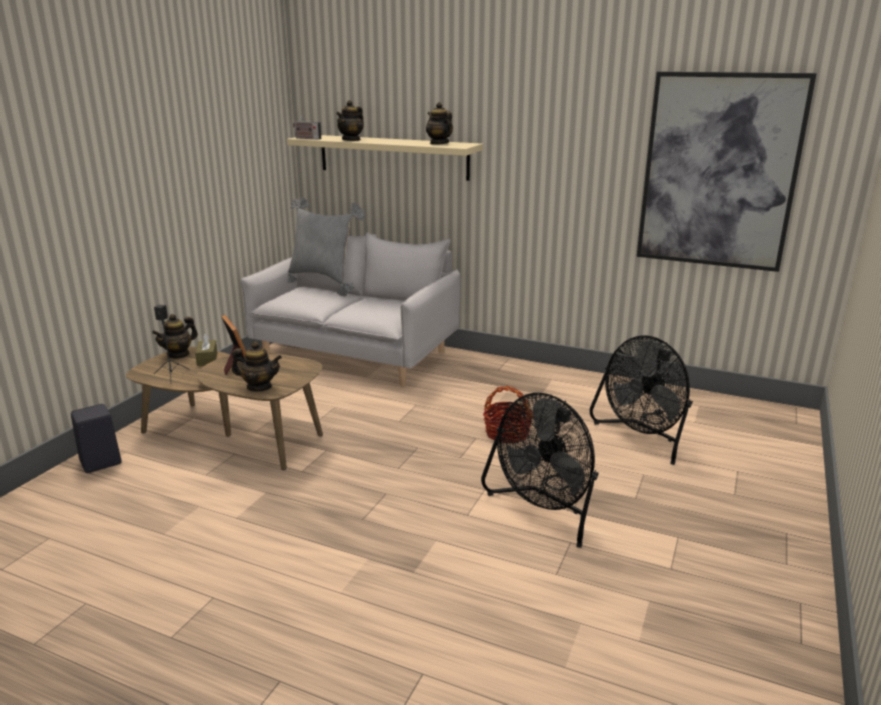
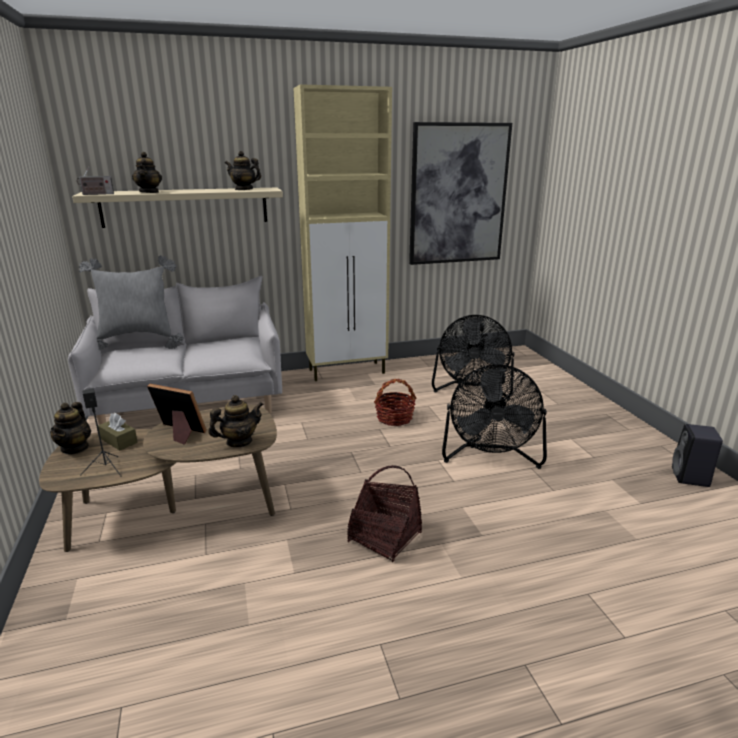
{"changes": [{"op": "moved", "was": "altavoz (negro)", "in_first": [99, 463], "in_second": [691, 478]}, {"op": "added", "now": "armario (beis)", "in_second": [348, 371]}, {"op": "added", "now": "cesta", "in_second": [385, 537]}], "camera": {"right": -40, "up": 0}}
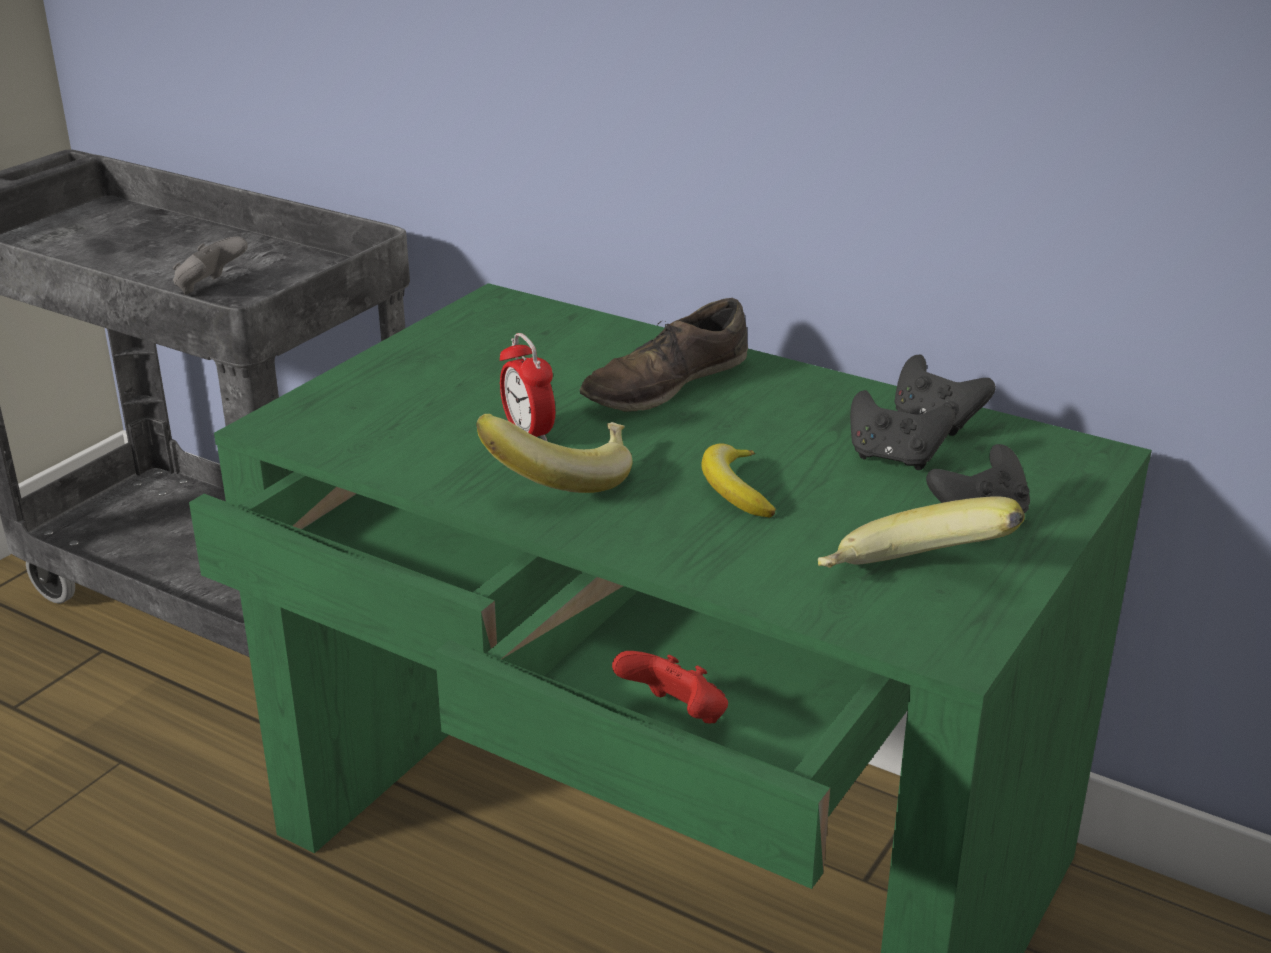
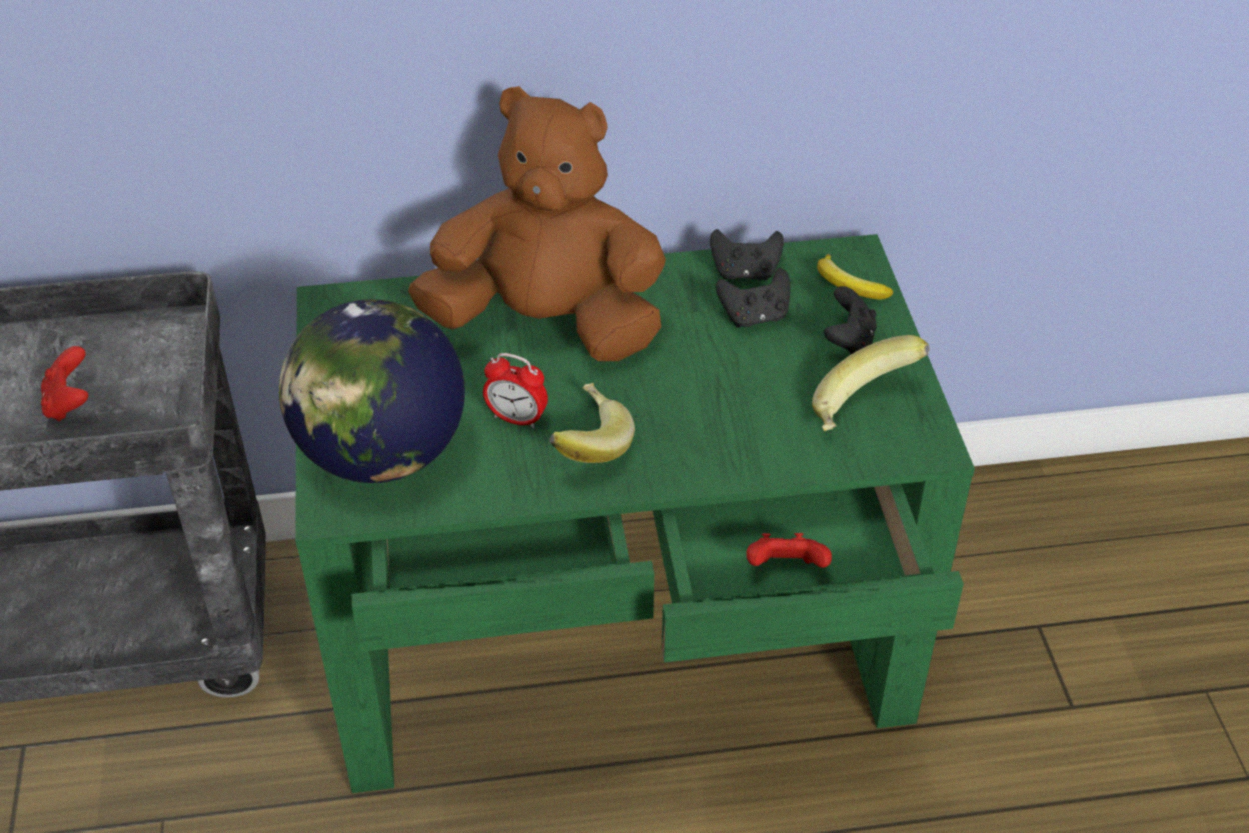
{"changes": [{"op": "recoloured", "was": "mando de consola (gris)", "now": "mando de consola (rojo)", "in_first": [210, 288], "in_second": [70, 403]}, {"op": "replaced", "was": "zapato (marrón)", "now": "peluche (marrón)", "in_first": [665, 383], "in_second": [548, 324]}, {"op": "moved", "was": "plátano", "in_first": [735, 489], "in_second": [848, 286]}, {"op": "added", "now": "globo terráqueo", "in_second": [383, 455]}], "camera": {"right": -40, "up": 15}}
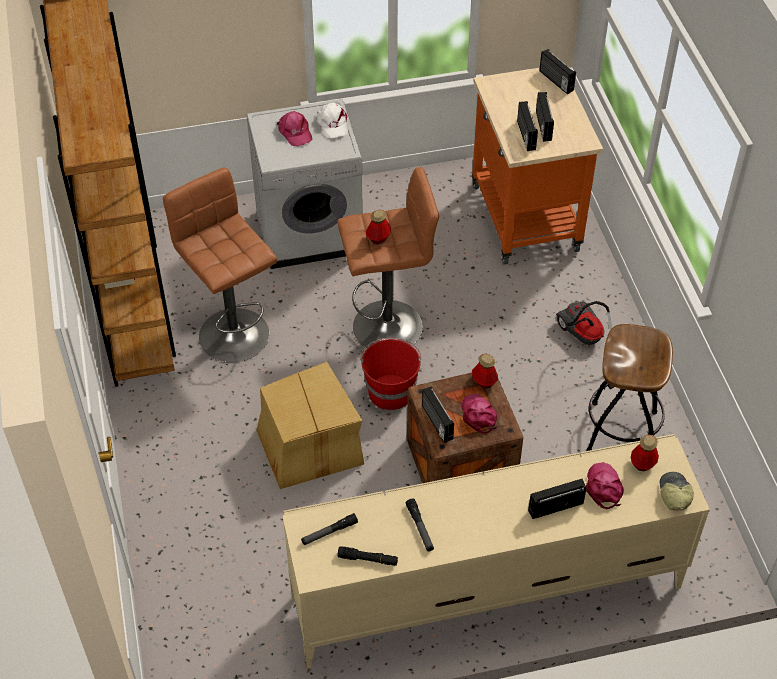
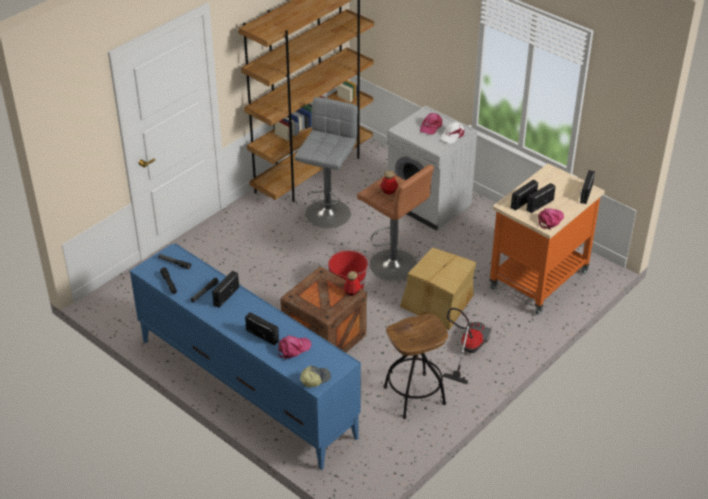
{"changes": [{"op": "recoloured", "was": "taburete (marrón)", "now": "taburete (gris)", "in_first": [234, 334], "in_second": [328, 214]}, {"op": "moved", "was": "caja de cartón", "in_first": [309, 446], "in_second": [438, 303]}, {"op": "moved", "was": "radio", "in_first": [436, 423], "in_second": [225, 296]}, {"op": "moved", "was": "gorra (rosa)", "in_first": [478, 415], "in_second": [550, 220]}, {"op": "recoloured", "was": "armario (beis)", "now": "armario (azul)", "in_first": [485, 594], "in_second": [245, 388]}, {"op": "removed", "was": "botella", "in_first": [642, 463]}], "camera": {"right": 55, "up": -10}}
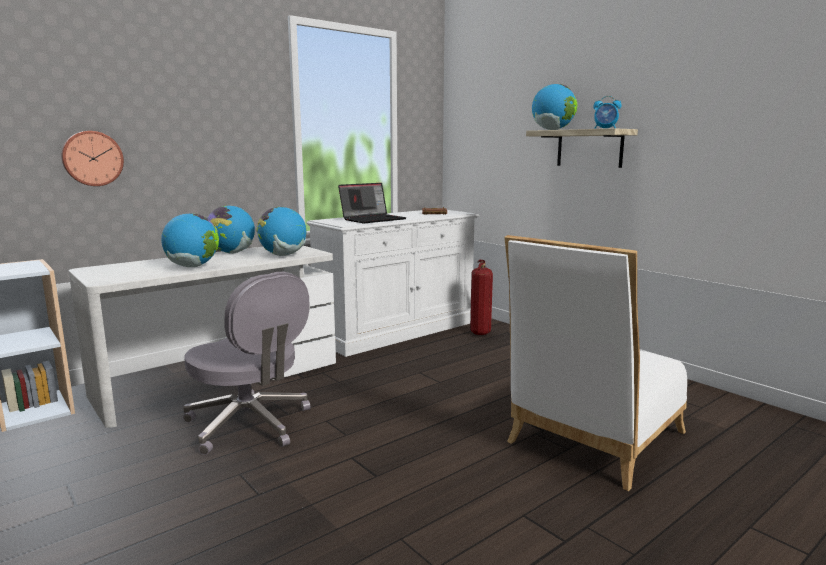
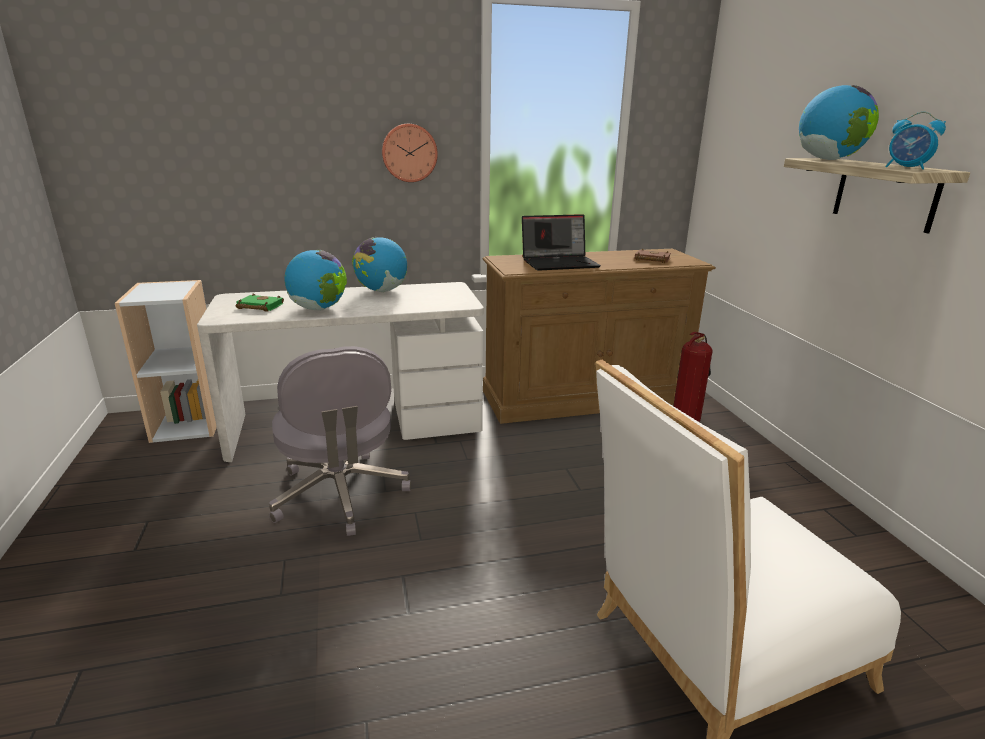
{"changes": [{"op": "moved", "was": "reloj de pared", "in_first": [92, 158], "in_second": [409, 153]}, {"op": "removed", "was": "globo terráqueo", "in_first": [283, 255]}, {"op": "recoloured", "was": "armario (blanco)", "now": "armario (marrón)", "in_first": [398, 330], "in_second": [586, 397]}, {"op": "added", "now": "libro (verde)", "in_second": [258, 307]}], "camera": {"right": 25, "up": 10}}
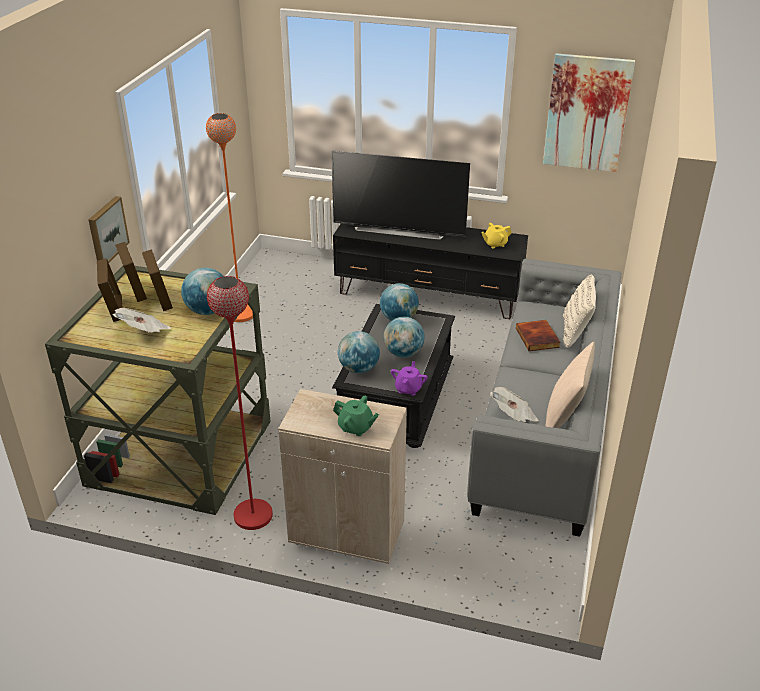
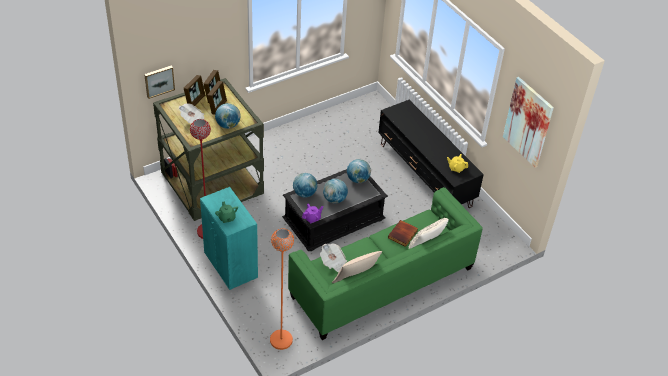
{"changes": [{"op": "moved", "was": "lámpara de pie (naranja)", "in_first": [241, 314], "in_second": [281, 340]}, {"op": "removed", "was": "televisor", "in_first": [399, 229]}, {"op": "moved", "was": "cuadro", "in_first": [106, 231], "in_second": [159, 81]}, {"op": "recoloured", "was": "sofá (gris)", "now": "sofá (verde)", "in_first": [544, 424], "in_second": [382, 282]}, {"op": "recoloured", "was": "armario (beis)", "now": "armario (turquesa)", "in_first": [345, 537], "in_second": [230, 267]}], "camera": {"right": 40, "up": 10}}
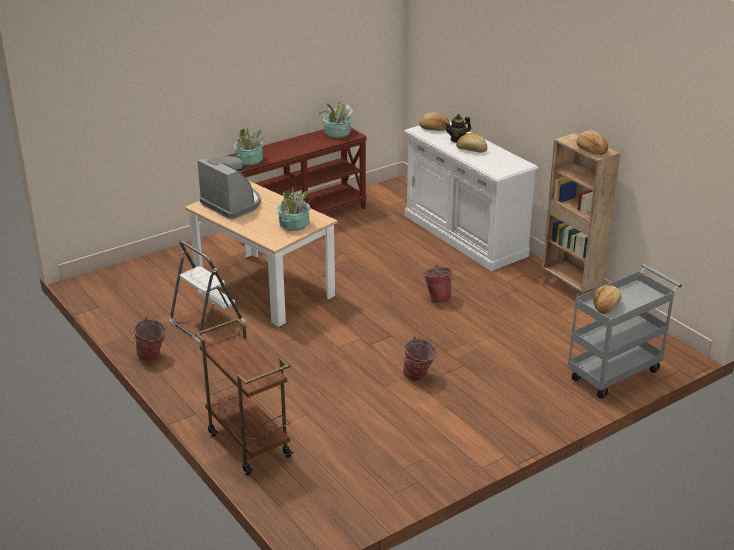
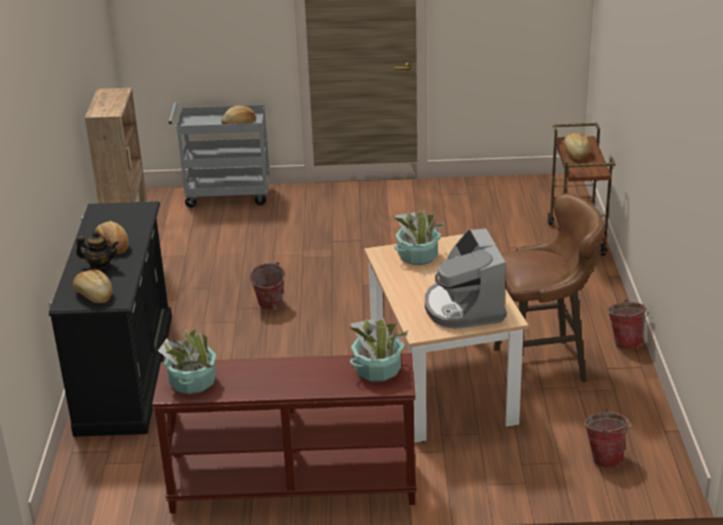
{"changes": [{"op": "recoloured", "was": "armario (blanco)", "now": "armario (negro)", "in_first": [465, 235], "in_second": [126, 372]}, {"op": "moved", "was": "pan", "in_first": [591, 150], "in_second": [575, 153]}, {"op": "replaced", "was": "escalera de tijera (blanco)", "now": "taburete (marrón)", "in_first": [204, 322], "in_second": [543, 364]}, {"op": "moved", "was": "cubo", "in_first": [418, 377], "in_second": [604, 457]}], "camera": {"right": -145, "up": 0}}
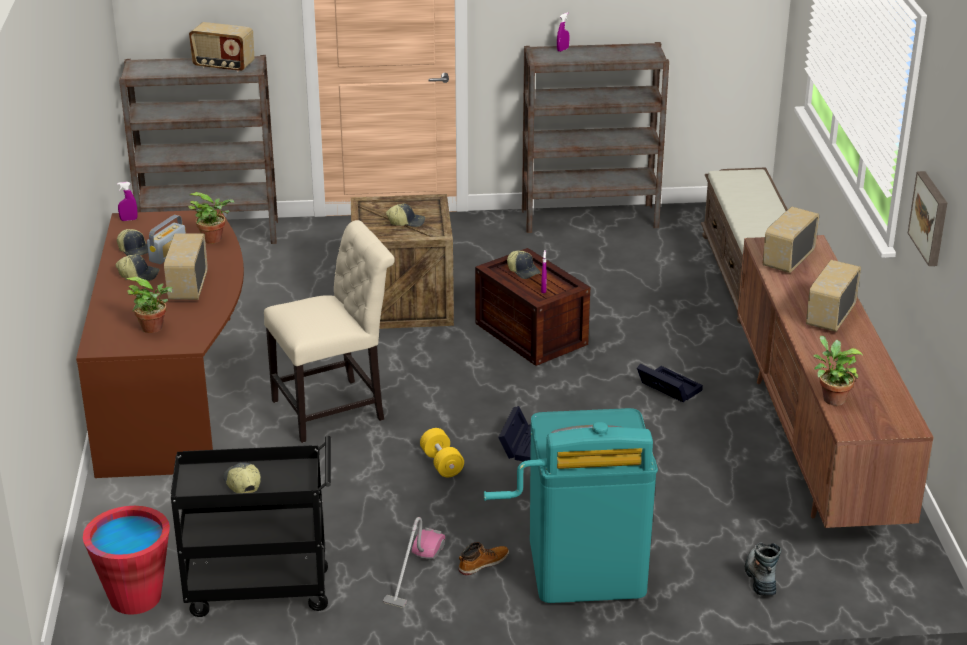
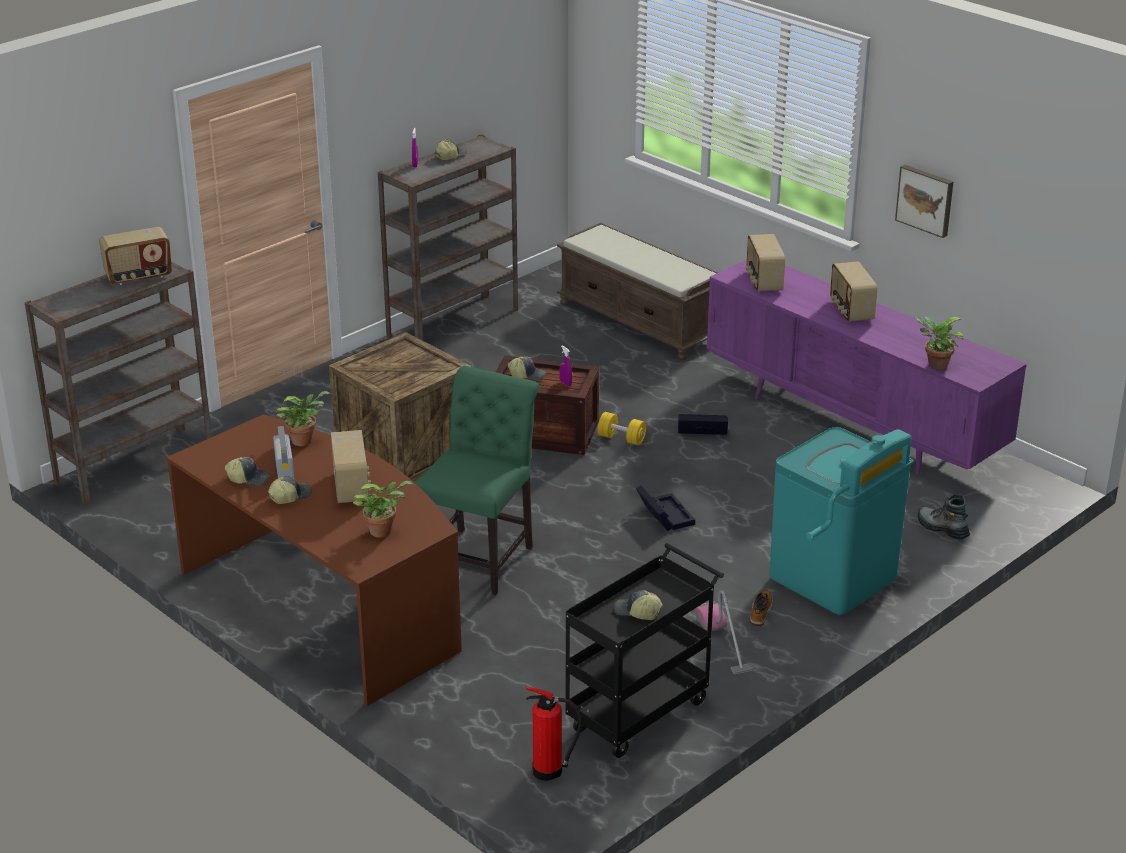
{"changes": [{"op": "removed", "was": "pulverizador (morado)", "in_first": [129, 219]}, {"op": "moved", "was": "gorra", "in_first": [406, 222], "in_second": [450, 155]}, {"op": "recoloured", "was": "silla (beis)", "now": "silla (verde)", "in_first": [335, 409], "in_second": [481, 557]}, {"op": "turned", "was": "radio", "in_first": [187, 287], "in_second": [352, 488], "clockwise": -150}, {"op": "recoloured", "was": "armario (marrón)", "now": "armario (morado)", "in_first": [816, 446], "in_second": [853, 425]}, {"op": "moved", "was": "mancuerna (amarillo)", "in_first": [442, 463], "in_second": [621, 439]}, {"op": "replaced", "was": "cubo (rojo)", "now": "extintor", "in_first": [135, 597], "in_second": [550, 771]}], "camera": {"right": -40, "up": 0}}
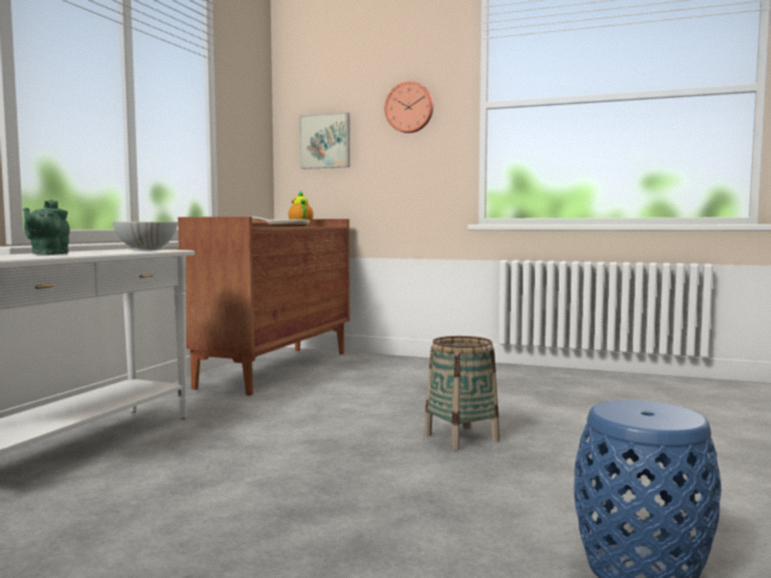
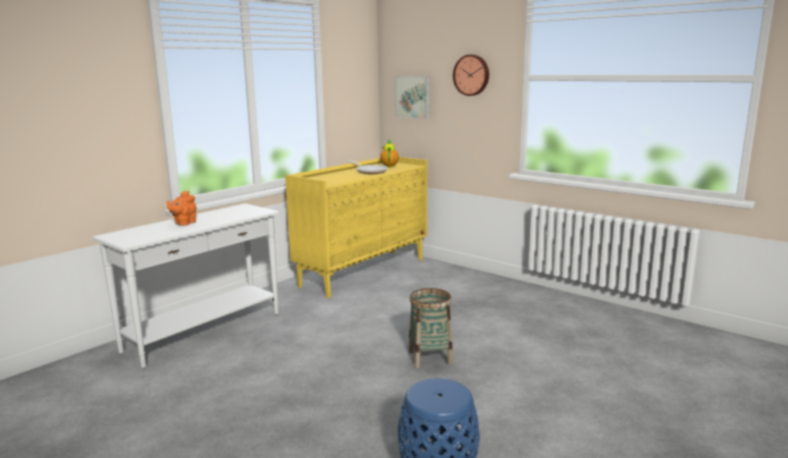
{"changes": [{"op": "recoloured", "was": "tetera (verde)", "now": "tetera (naranja)", "in_first": [48, 254], "in_second": [184, 223]}, {"op": "recoloured", "was": "armario (marrón)", "now": "armario (amarillo)", "in_first": [277, 369], "in_second": [364, 272]}, {"op": "removed", "was": "cuenco (blanco)", "in_first": [146, 249]}], "camera": {"right": 20, "up": 10}}
